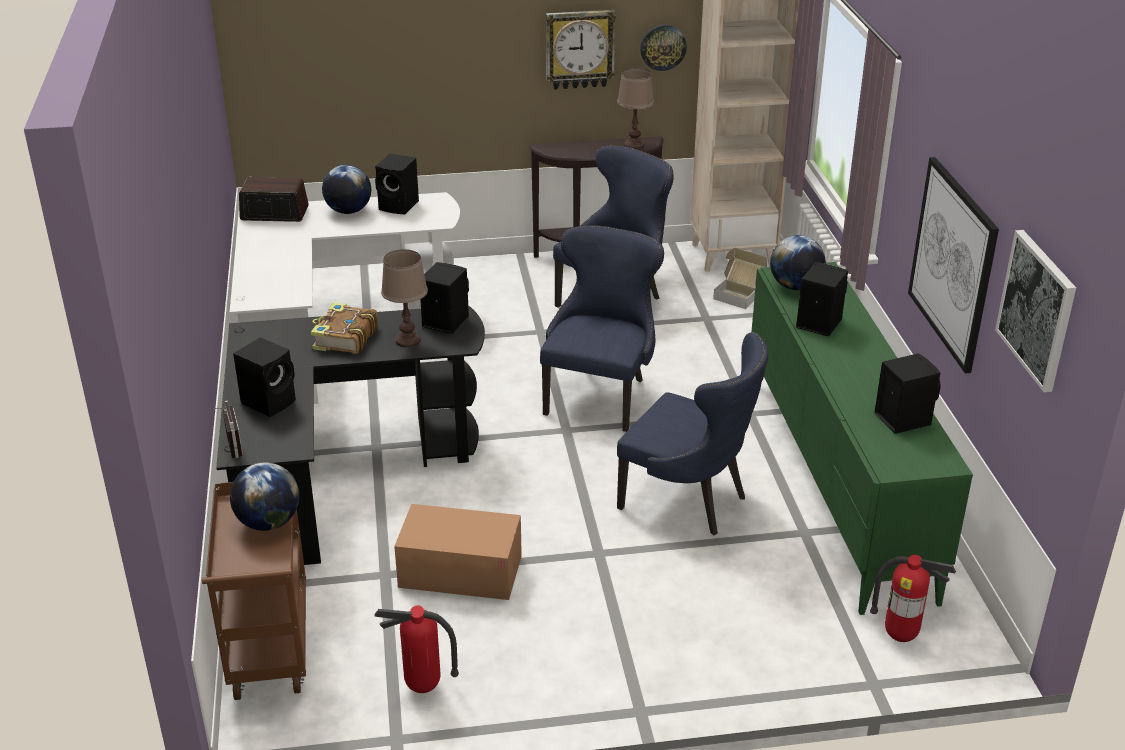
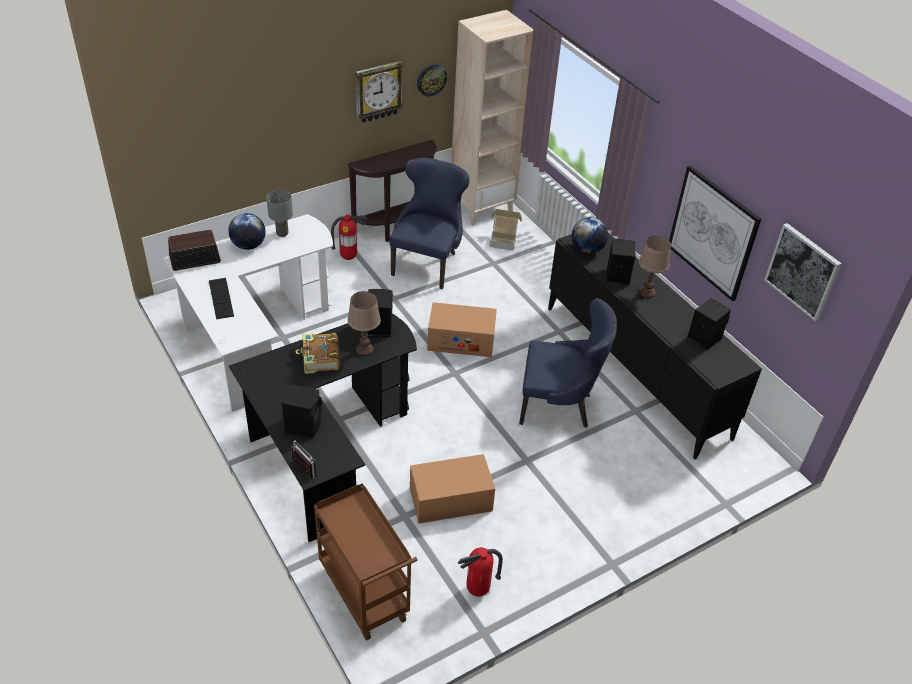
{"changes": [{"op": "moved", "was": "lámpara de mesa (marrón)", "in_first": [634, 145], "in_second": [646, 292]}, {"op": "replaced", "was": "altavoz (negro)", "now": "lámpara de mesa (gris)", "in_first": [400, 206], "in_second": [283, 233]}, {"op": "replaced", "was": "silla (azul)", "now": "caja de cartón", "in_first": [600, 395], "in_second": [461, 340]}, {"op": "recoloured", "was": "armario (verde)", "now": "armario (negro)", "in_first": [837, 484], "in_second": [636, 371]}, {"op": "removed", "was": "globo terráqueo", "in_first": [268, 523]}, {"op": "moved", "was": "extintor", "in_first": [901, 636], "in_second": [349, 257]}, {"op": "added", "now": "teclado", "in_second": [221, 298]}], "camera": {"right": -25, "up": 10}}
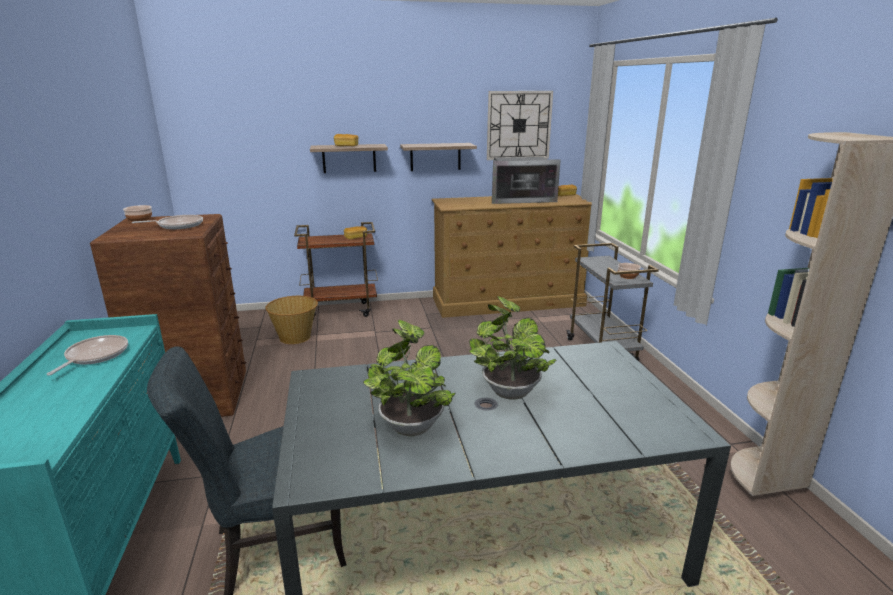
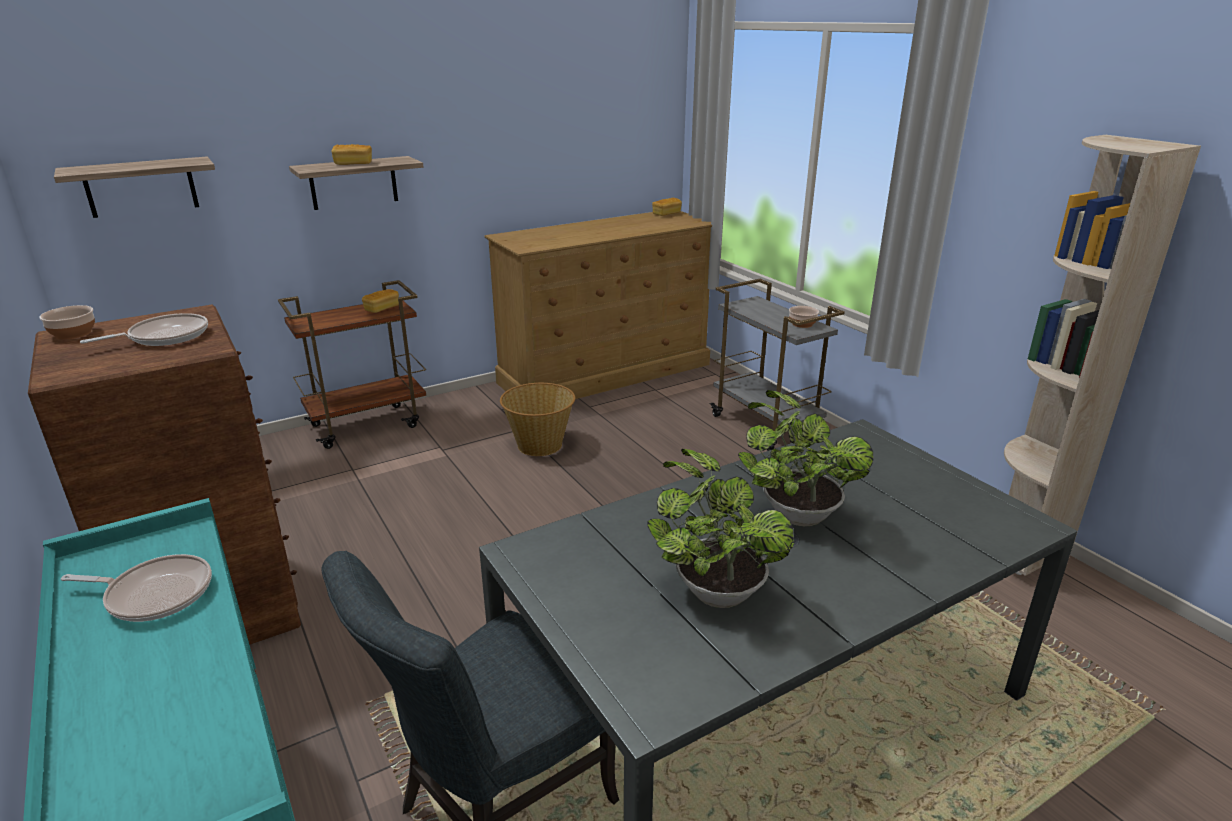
{"changes": [{"op": "removed", "was": "reloj de pared", "in_first": [519, 125]}, {"op": "moved", "was": "estante", "in_first": [435, 157], "in_second": [141, 187]}, {"op": "removed", "was": "microondas", "in_first": [520, 199]}, {"op": "moved", "was": "cesta", "in_first": [295, 337], "in_second": [540, 444]}, {"op": "turned", "was": "sartén", "in_first": [95, 356], "in_second": [155, 594], "clockwise": 105}], "camera": {"right": -20, "up": 5}}
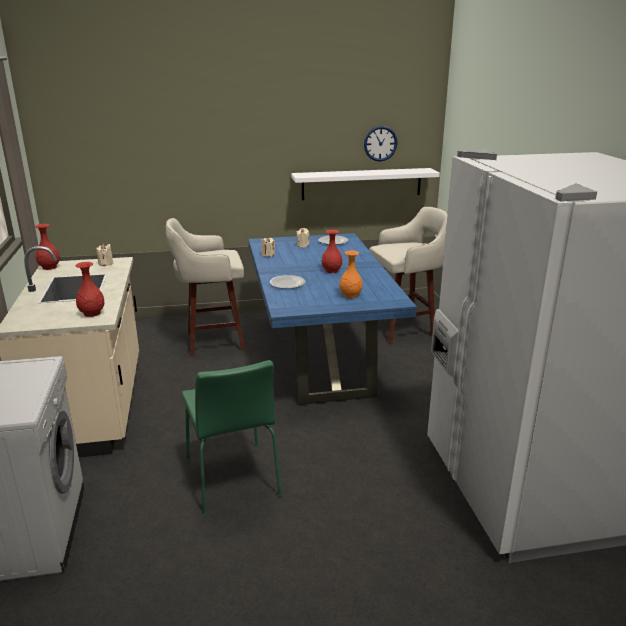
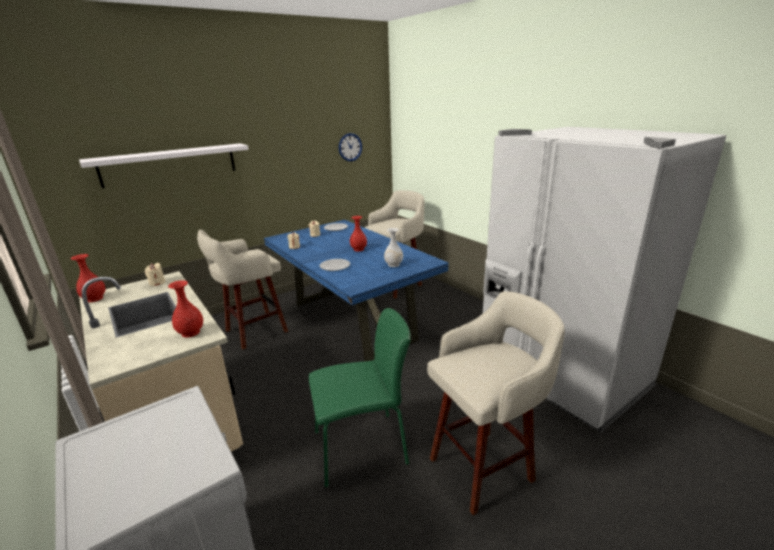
{"changes": [{"op": "moved", "was": "estante (blanco)", "in_first": [361, 183], "in_second": [170, 164]}, {"op": "recoloured", "was": "florero (naranja)", "now": "florero (blanco)", "in_first": [350, 295], "in_second": [393, 265]}, {"op": "turned", "was": "silla (verde)", "in_first": [233, 480], "in_second": [363, 446], "clockwise": -60}, {"op": "added", "now": "taburete (beis)", "in_second": [485, 468]}], "camera": {"right": -25, "up": 0}}
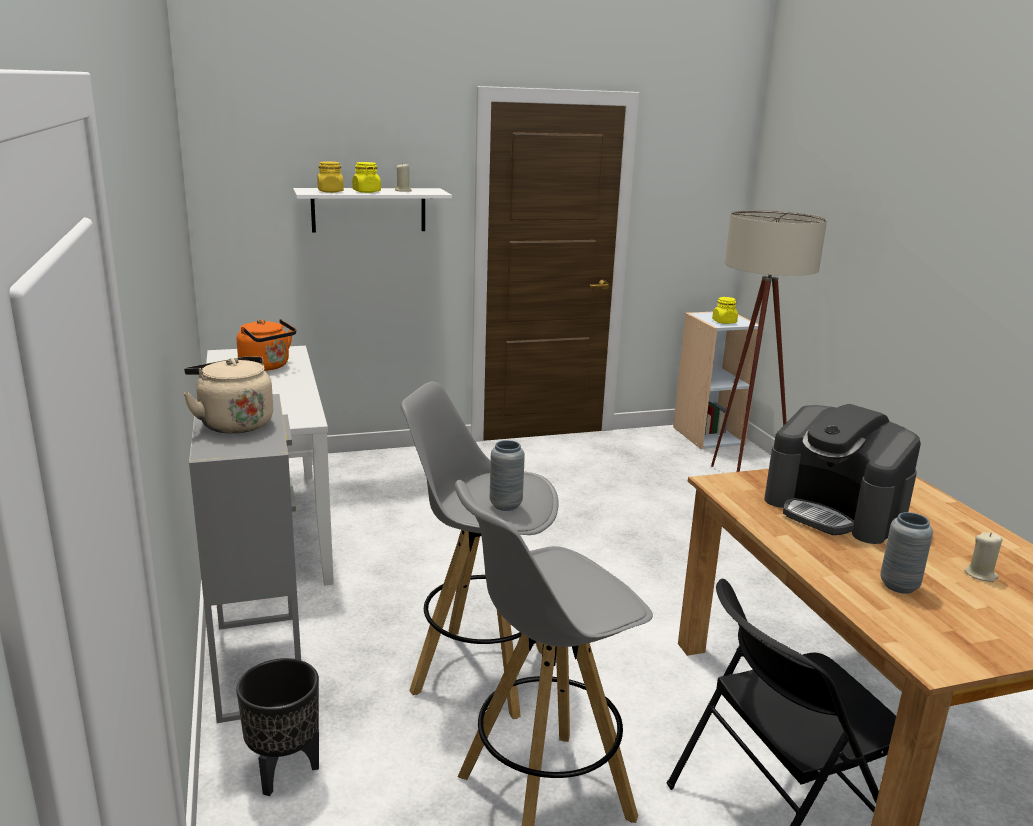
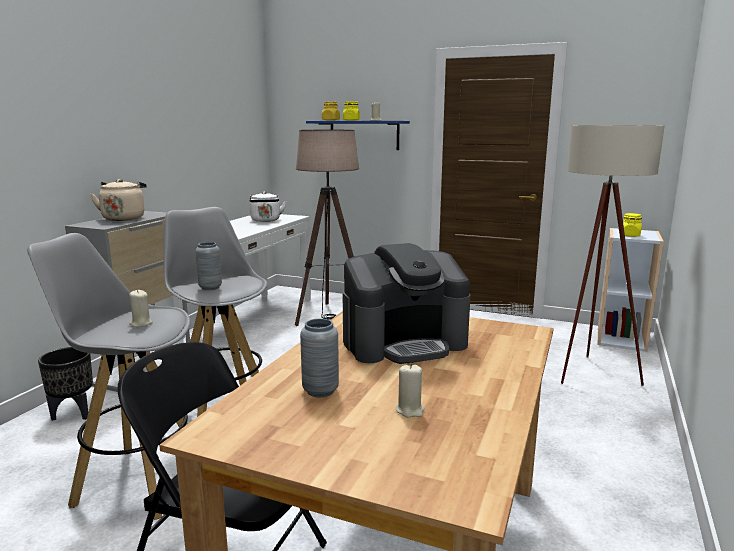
{"changes": [{"op": "recoloured", "was": "estante (blanco)", "now": "estante (azul)", "in_first": [369, 210], "in_second": [364, 135]}, {"op": "recoloured", "was": "hervidor (naranja)", "now": "hervidor (blanco)", "in_first": [267, 367], "in_second": [266, 220]}, {"op": "turned", "was": "cafetera", "in_first": [835, 511], "in_second": [404, 342], "clockwise": -105}, {"op": "added", "now": "lámpara de pie", "in_second": [330, 316]}, {"op": "added", "now": "vela (beis)", "in_second": [141, 324]}], "camera": {"right": 40, "up": -5}}
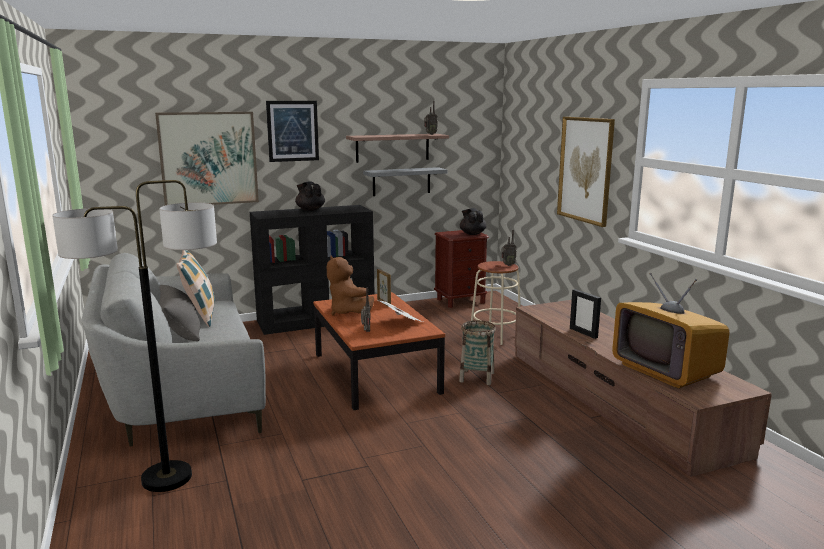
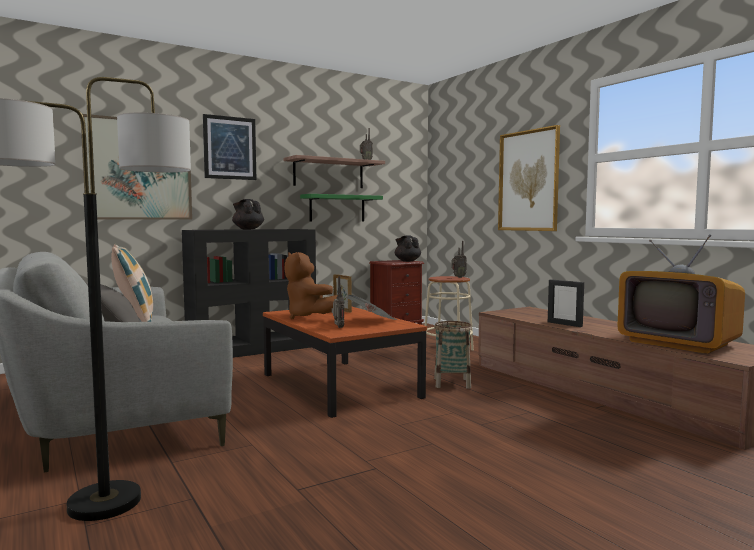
{"changes": [{"op": "recoloured", "was": "estante (gris)", "now": "estante (verde)", "in_first": [401, 181], "in_second": [337, 208]}], "camera": {"right": -10, "up": -10}}
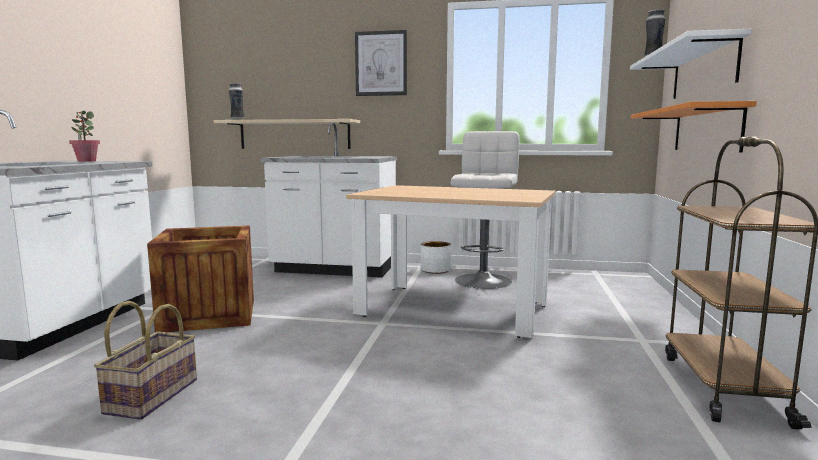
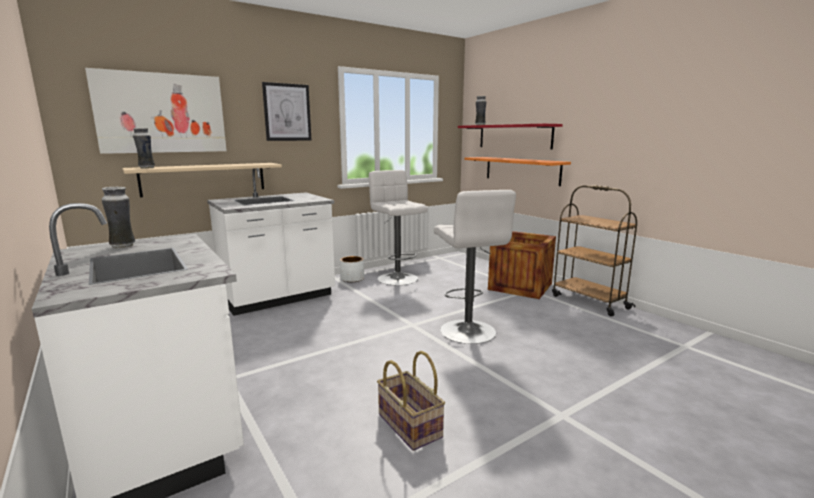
{"changes": [{"op": "recoloured", "was": "estante (blanco)", "now": "estante (rojo)", "in_first": [703, 71], "in_second": [514, 136]}, {"op": "replaced", "was": "planta en maceta", "now": "florero", "in_first": [86, 161], "in_second": [123, 246]}, {"op": "removed", "was": "mesa de comedor (beis)", "in_first": [453, 309]}, {"op": "moved", "was": "caja de embalaje", "in_first": [209, 314], "in_second": [520, 286]}, {"op": "added", "now": "cuadro", "in_second": [161, 113]}, {"op": "added", "now": "taburete (blanco)", "in_second": [467, 331]}], "camera": {"right": -45, "up": 5}}
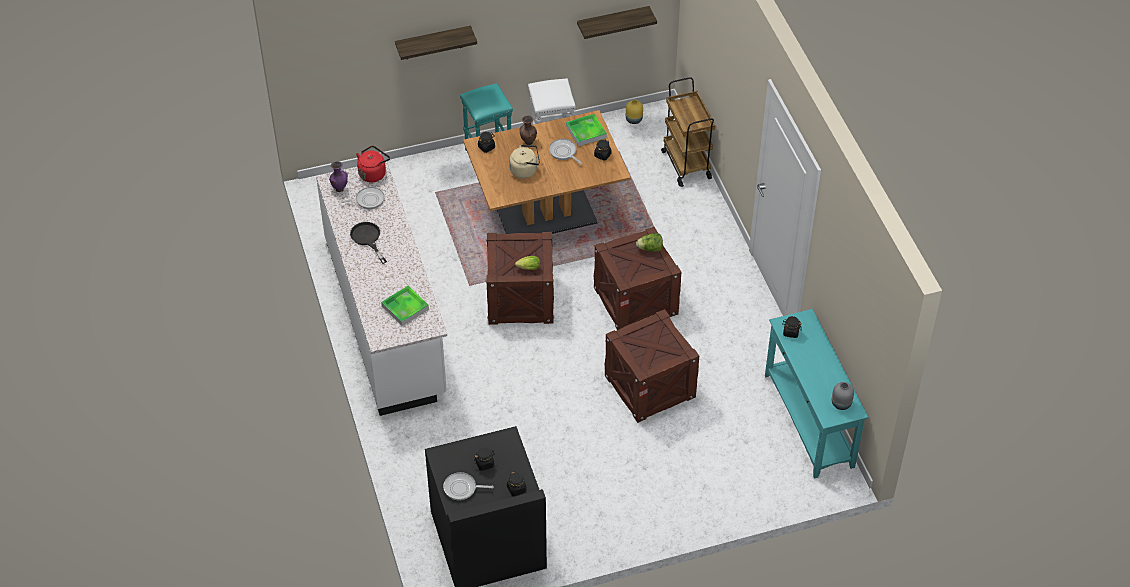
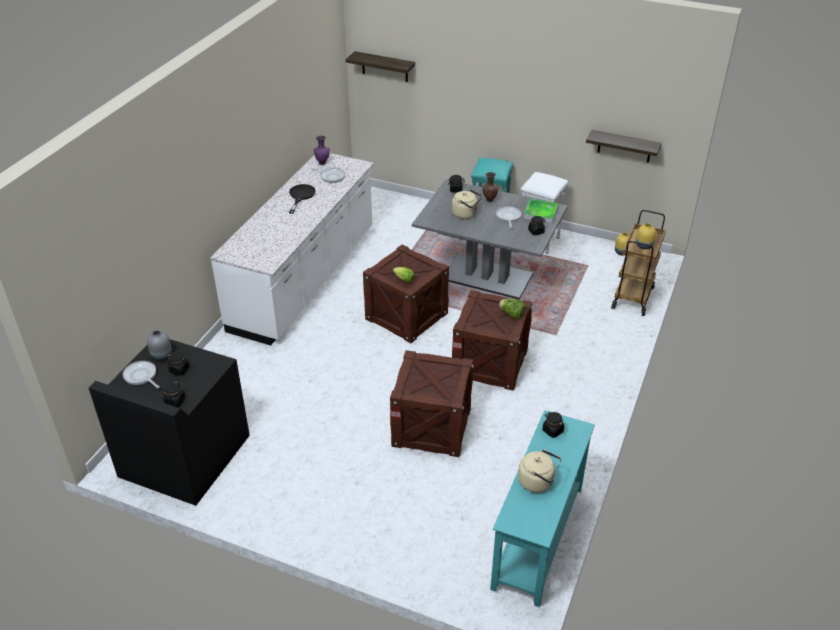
{"changes": [{"op": "moved", "was": "estante", "in_first": [433, 43], "in_second": [384, 67]}, {"op": "recoloured", "was": "mesa de comedor (marrón)", "now": "mesa de comedor (gris)", "in_first": [546, 216], "in_second": [487, 277]}, {"op": "removed", "was": "hervidor (rojo)", "in_first": [373, 173]}, {"op": "removed", "was": "bandeja", "in_first": [405, 307]}, {"op": "moved", "was": "florero (gris)", "in_first": [841, 404], "in_second": [161, 356]}, {"op": "added", "now": "florero (amarillo)", "in_second": [644, 245]}, {"op": "added", "now": "hervidor (beis)", "in_second": [538, 482]}], "camera": {"right": 40, "up": -10}}
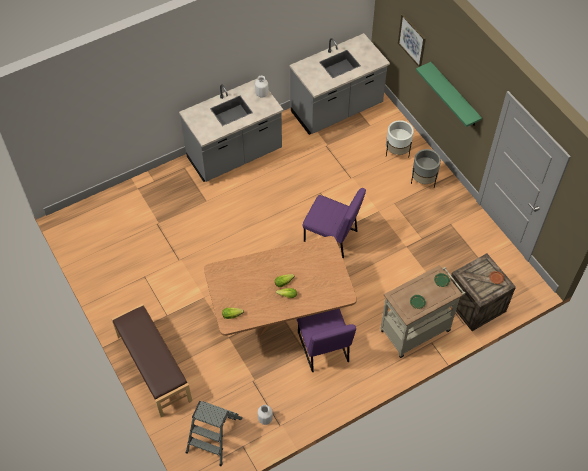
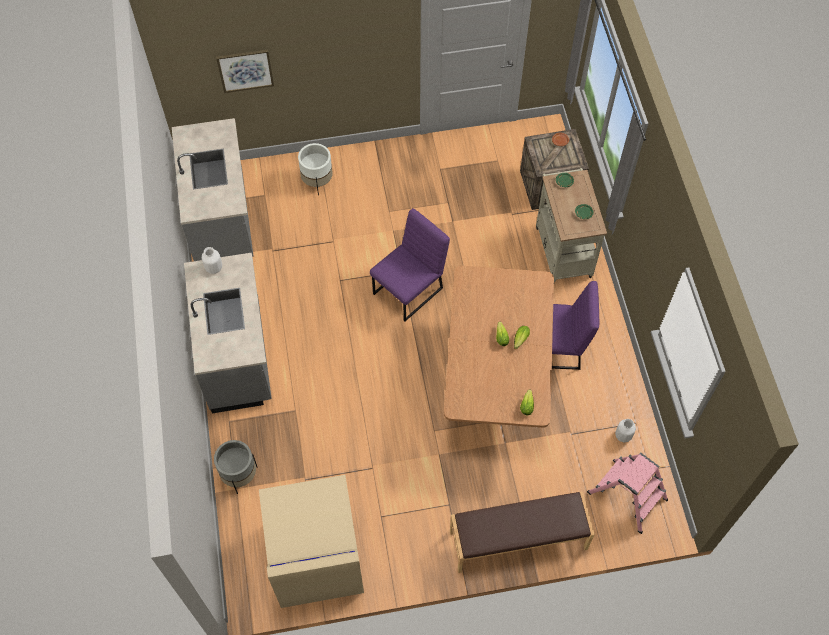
{"changes": [{"op": "removed", "was": "estante (verde)", "in_first": [454, 95]}, {"op": "moved", "was": "maceta (gris)", "in_first": [423, 180], "in_second": [239, 475]}, {"op": "recoloured", "was": "escalera de tijera (gris)", "now": "escalera de tijera (rosa)", "in_first": [214, 435], "in_second": [627, 496]}, {"op": "added", "now": "lavadora (beis)", "in_second": [315, 556]}], "camera": {"right": -70, "up": 5}}
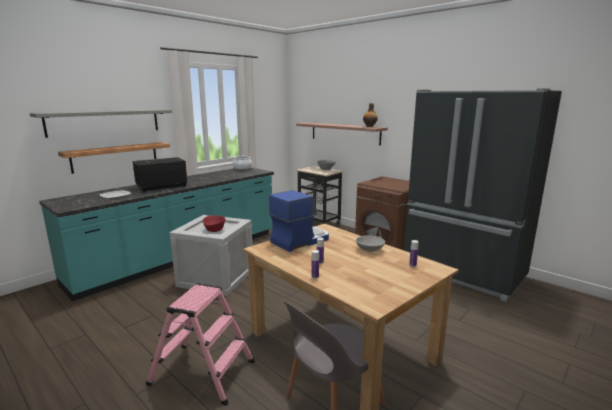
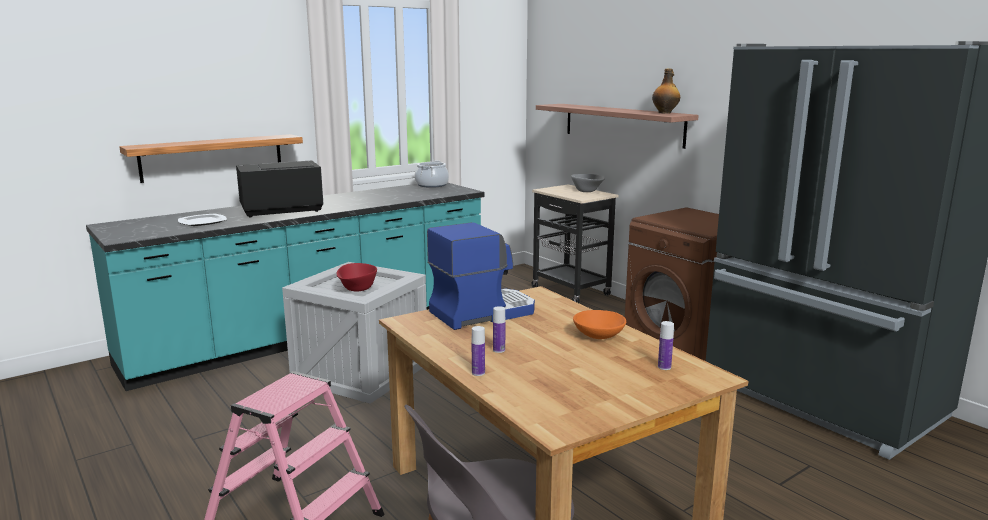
{"changes": [{"op": "removed", "was": "estante (gris)", "in_first": [105, 122]}, {"op": "recoloured", "was": "cuenco (gris)", "now": "cuenco (naranja)", "in_first": [369, 249], "in_second": [598, 335]}], "camera": {"right": 10, "up": 0}}
